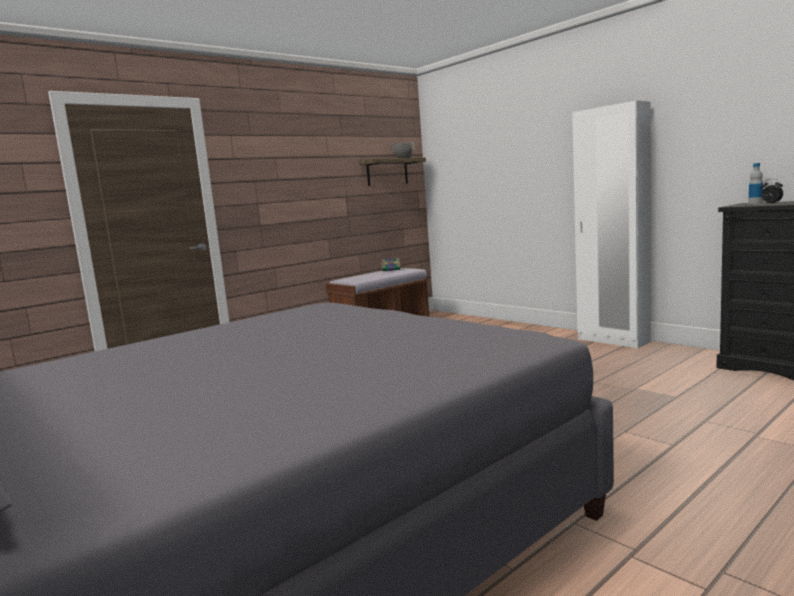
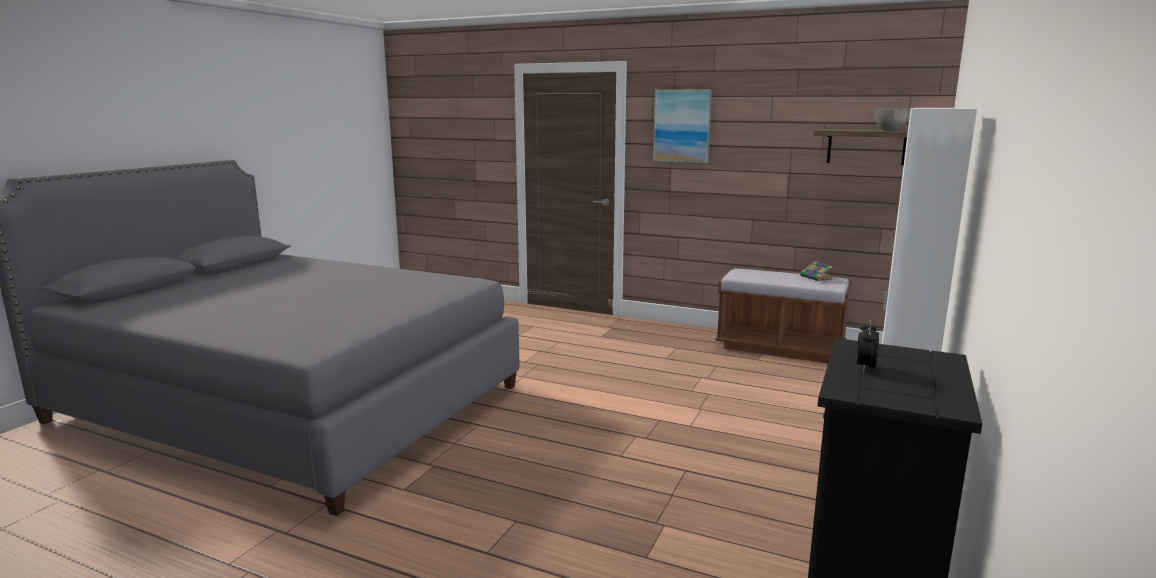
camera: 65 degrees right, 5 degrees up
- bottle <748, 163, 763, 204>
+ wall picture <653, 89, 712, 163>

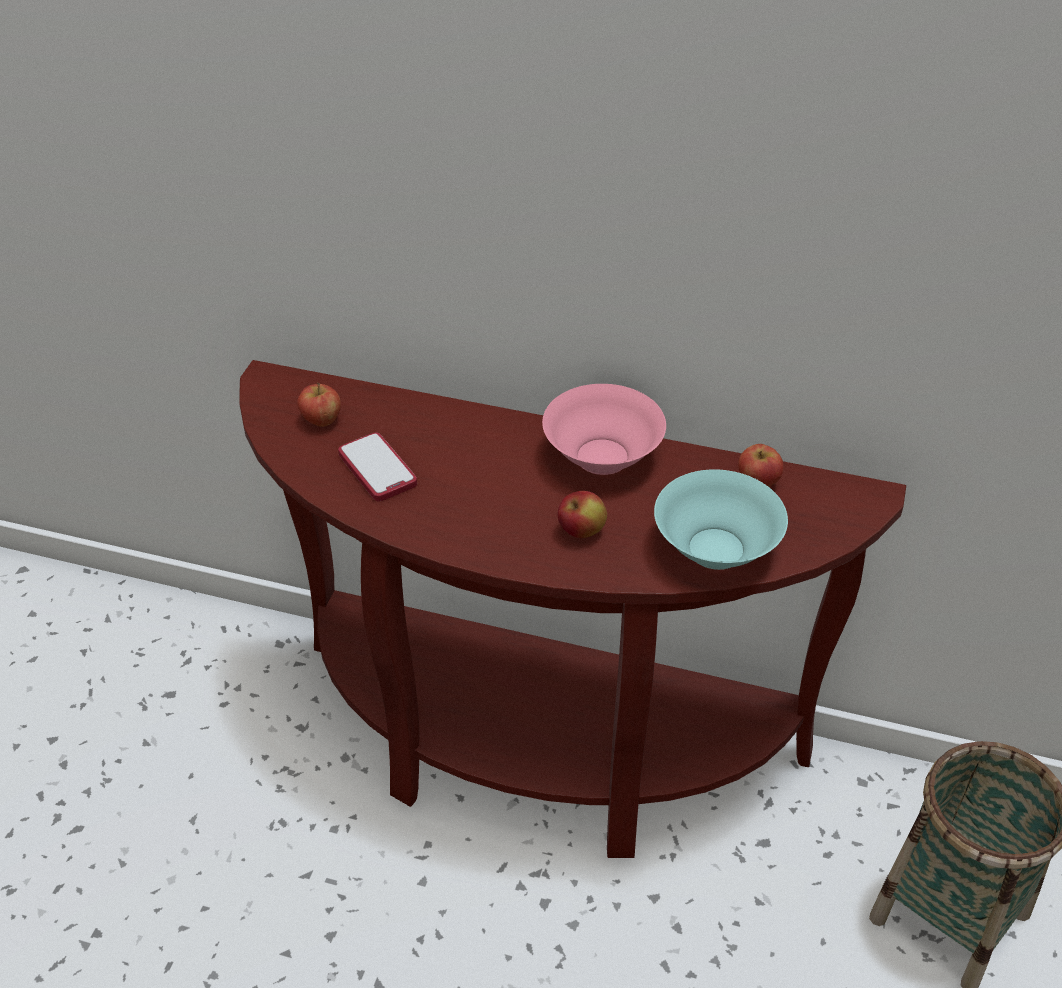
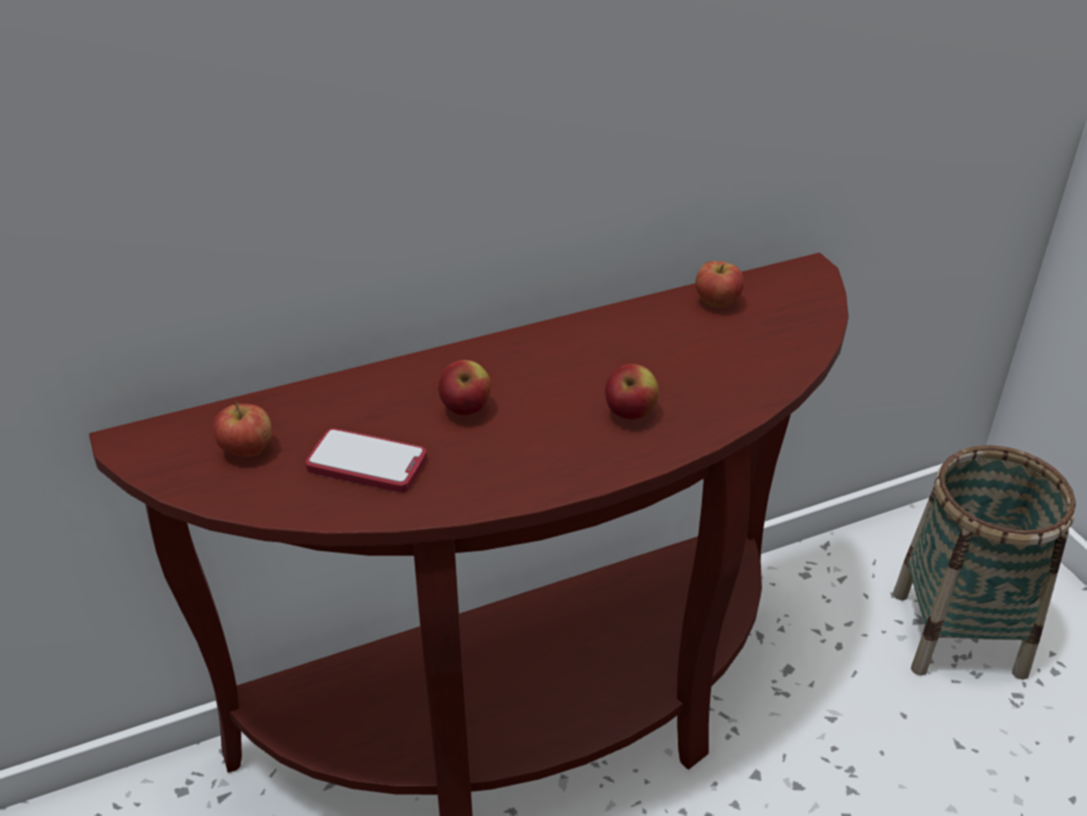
camera: 40 degrees left, 5 degrees down
- pinkish serving bowl <542, 384, 666, 475>
- turquoise-coloured serving bowl <654, 469, 788, 570>
+ apple <438, 360, 491, 415>

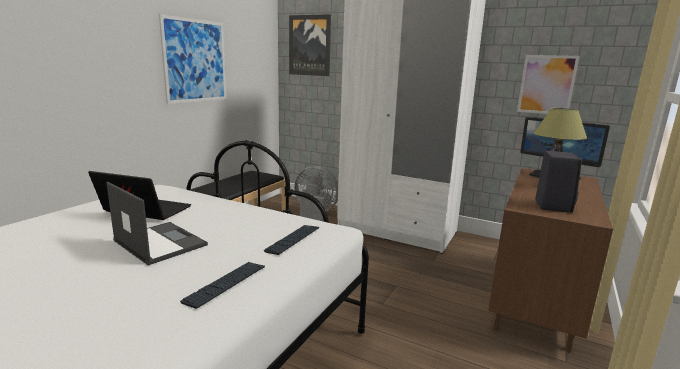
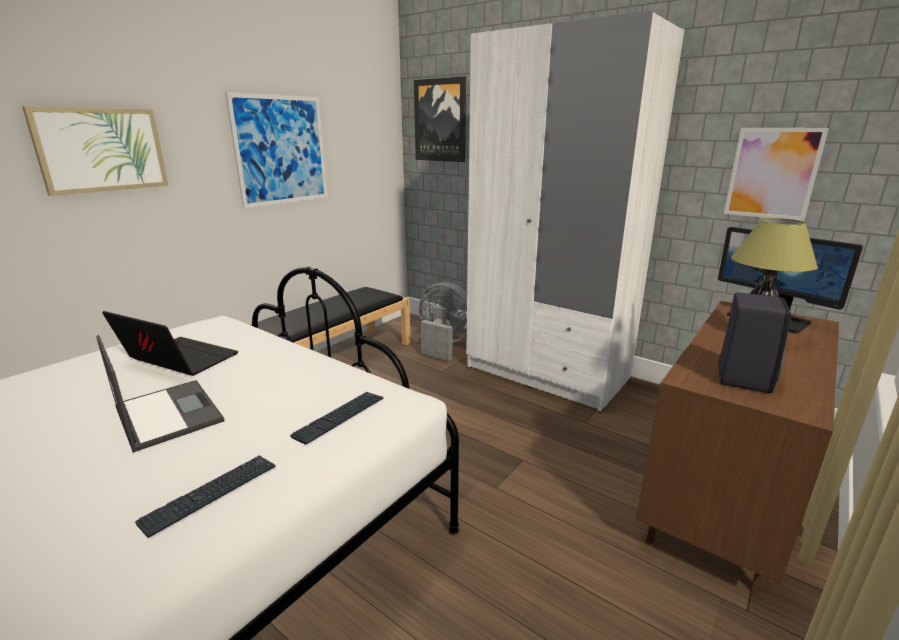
camera: 10 degrees right, 5 degrees up
+ wall picture <22, 106, 168, 196>

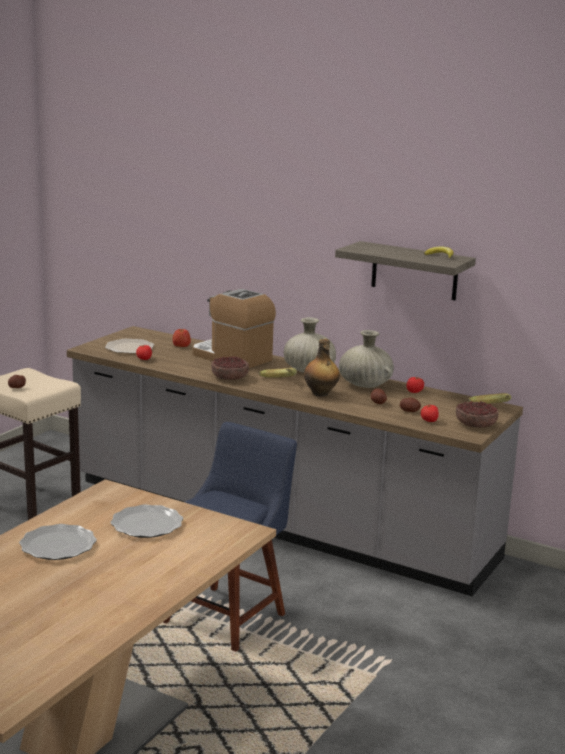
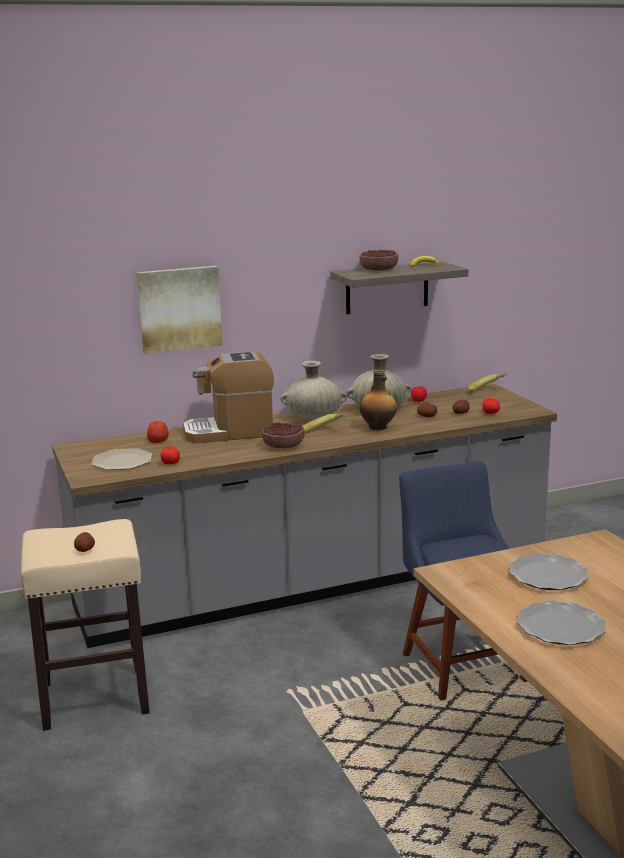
camera: 50 degrees left, 0 degrees up
~ serving bowl <456, 401, 499, 428> to <360, 249, 398, 270>
+ wall picture <137, 266, 222, 354>

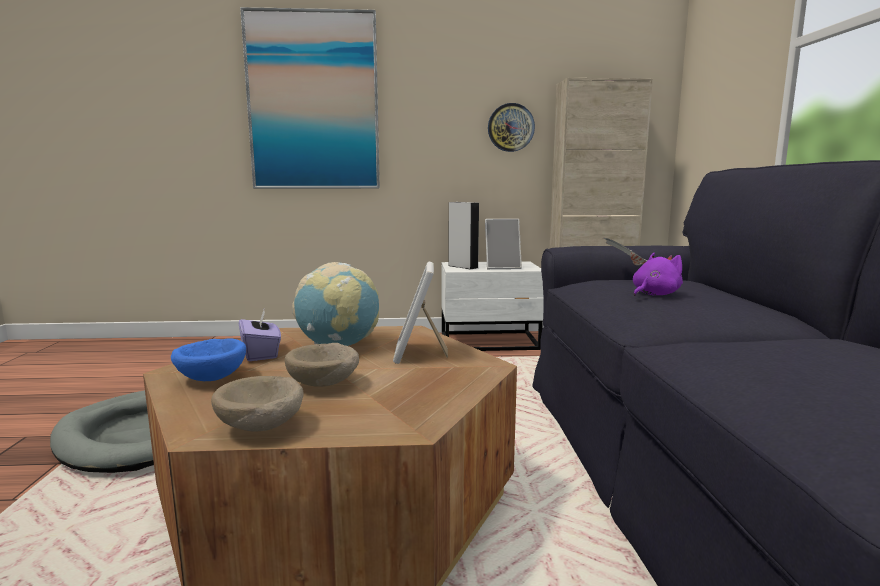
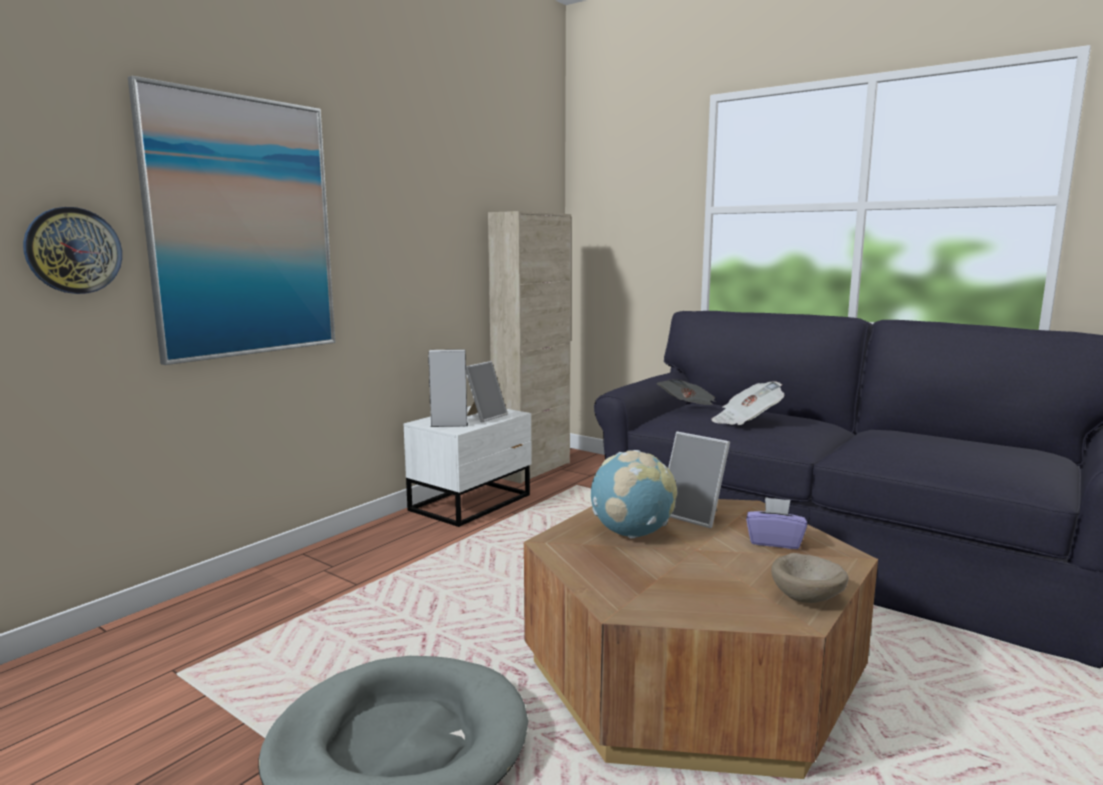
camera: 50 degrees left, 0 degrees up
~ clock on the wall <488, 103, 535, 152> to <23, 207, 122, 294>
~ purple soft toy <633, 253, 683, 296> to printed paper <711, 381, 784, 425>
~ purple tissue box <239, 310, 281, 361> to <746, 497, 807, 549>
- bluish serving bowl <171, 339, 246, 381>
- beige serving bowl <285, 343, 359, 387>

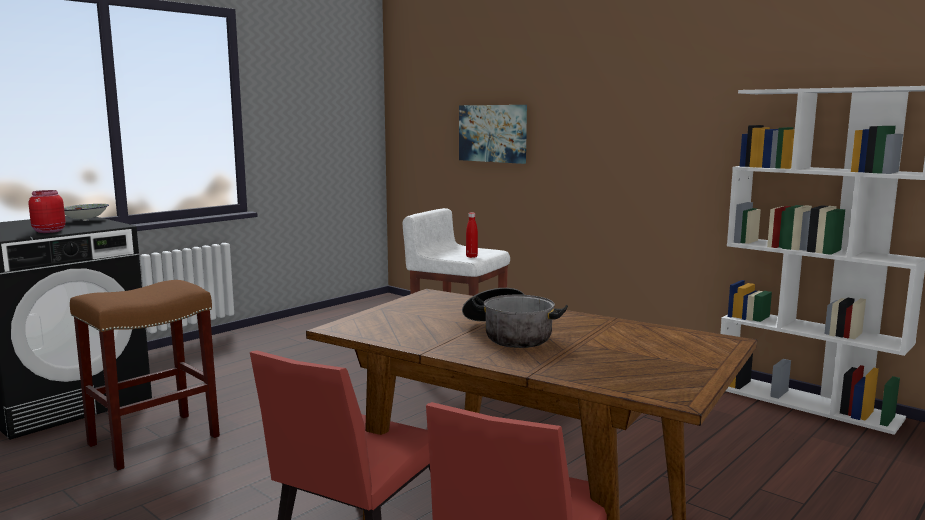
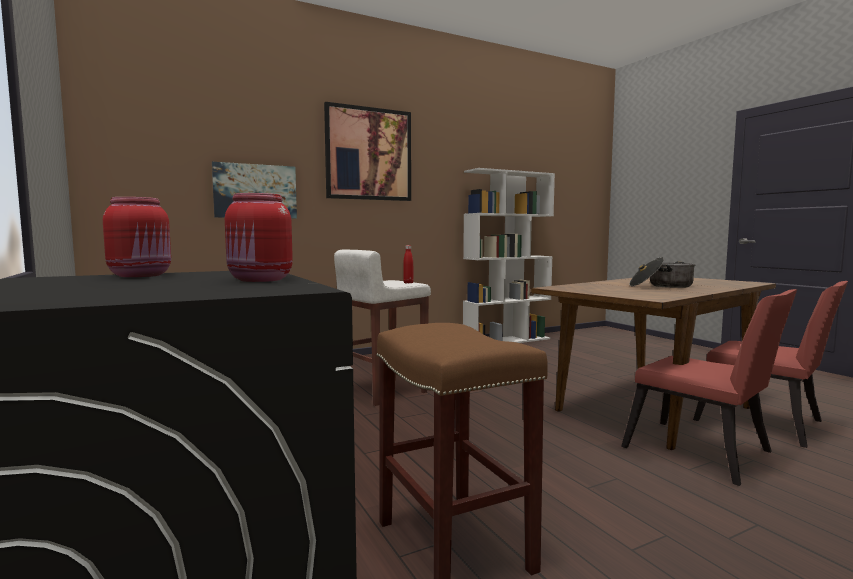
camera: 70 degrees left, 5 degrees down
~ serving bowl <64, 204, 109, 221> to red-coloured jar <103, 197, 171, 277>
+ wall picture <324, 102, 411, 201>

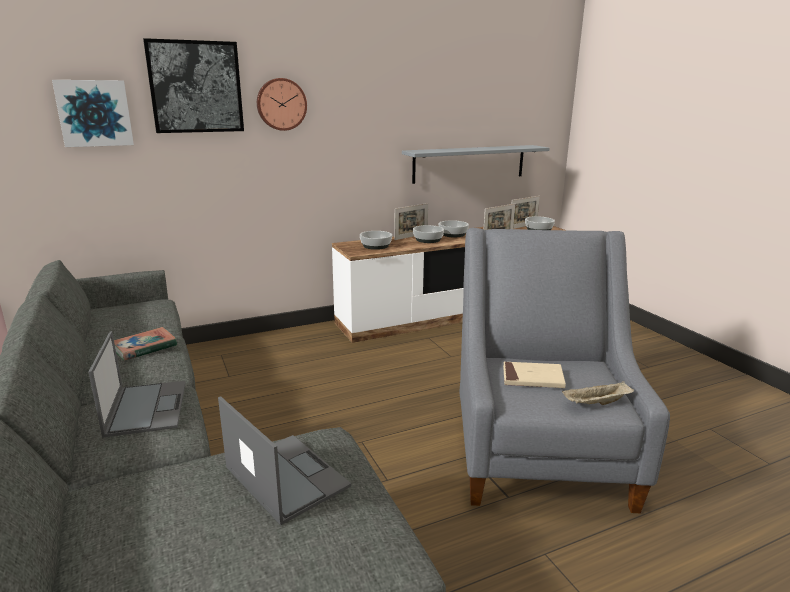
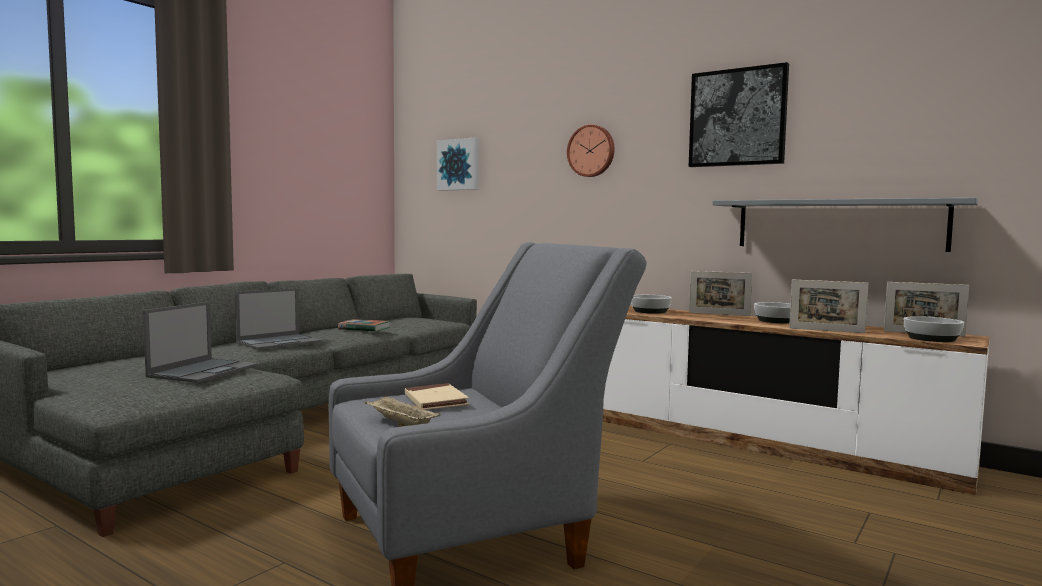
camera: 60 degrees right, 15 degrees down
~ wall picture <143, 38, 244, 133> to <689, 62, 789, 167>
- serving bowl <413, 225, 444, 243>

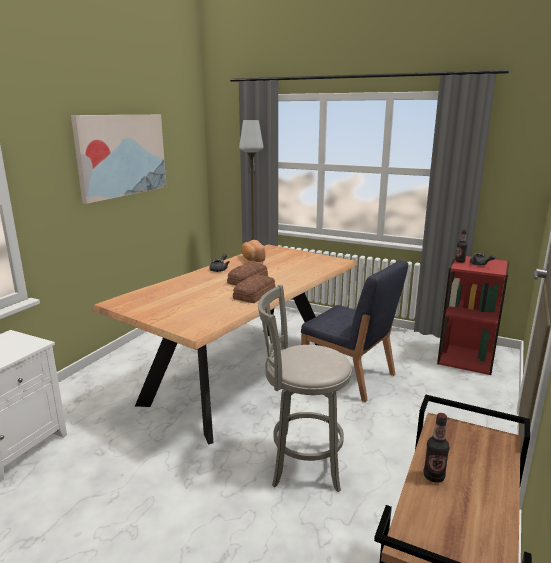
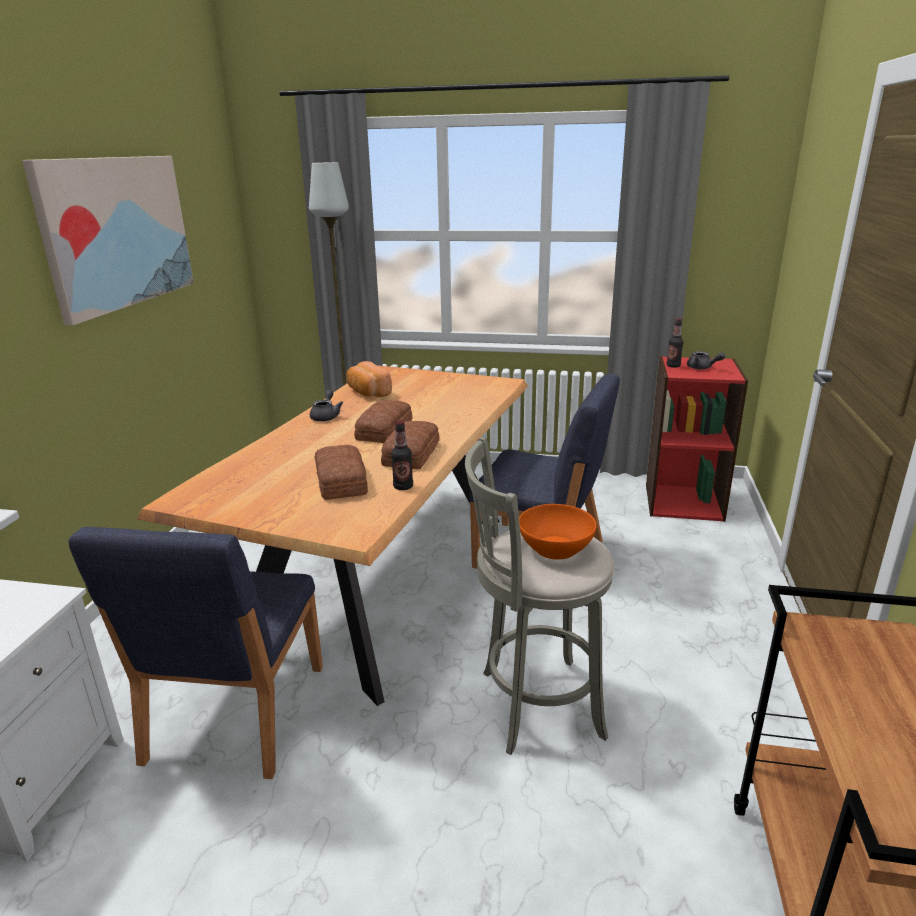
camera: 15 degrees left, 5 degrees up
~ bottle <424, 413, 450, 483> to <391, 421, 413, 490>
+ baked bread <315, 445, 368, 500>
+ orangey serving bowl <519, 504, 597, 560>
+ bluish upright chair <69, 527, 323, 779>

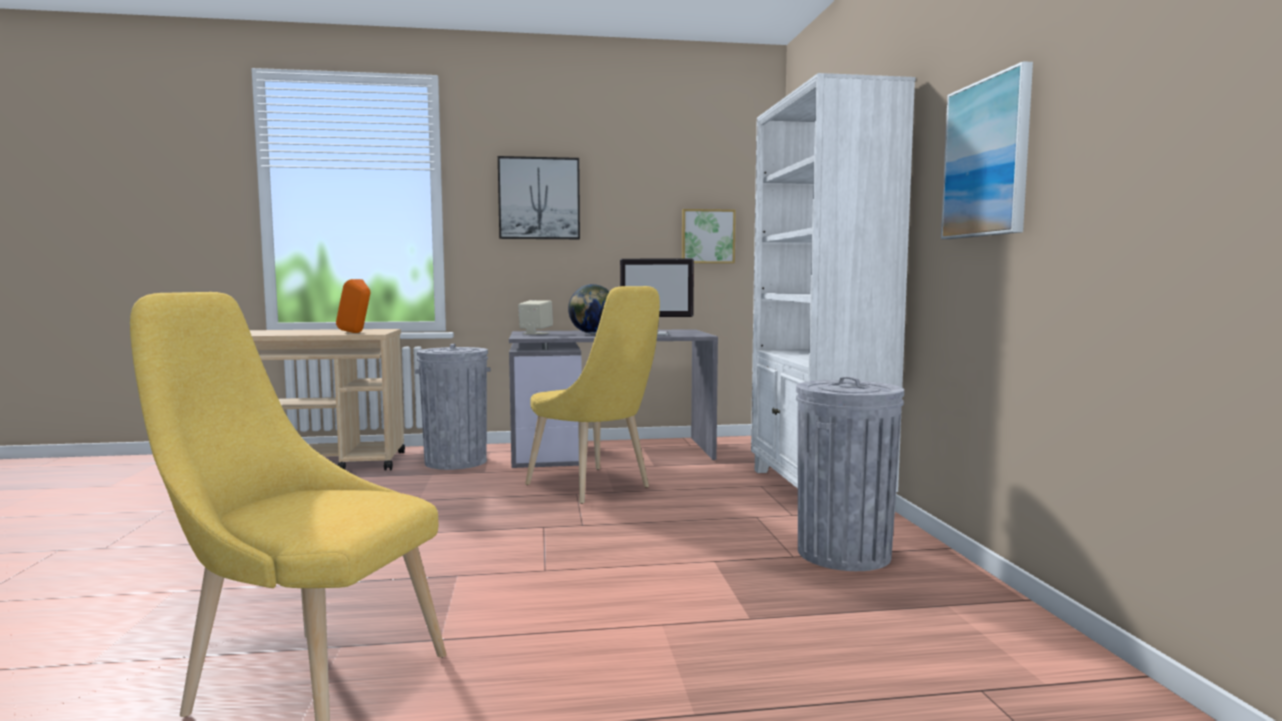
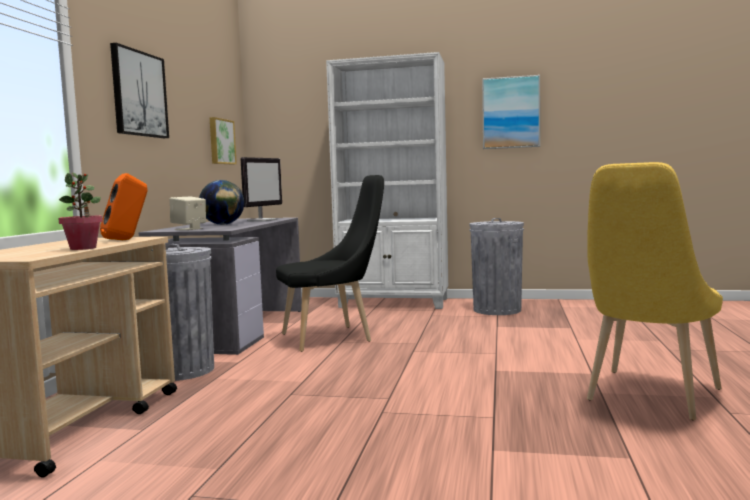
camera: 70 degrees left, 0 degrees up
~ yellow upright chair <525, 286, 660, 504> to blackish upright chair <276, 175, 384, 352>
+ potted plant <58, 173, 103, 250>

